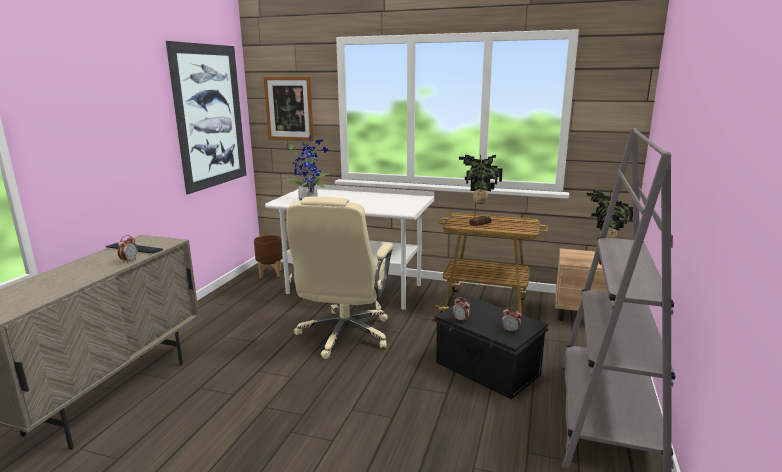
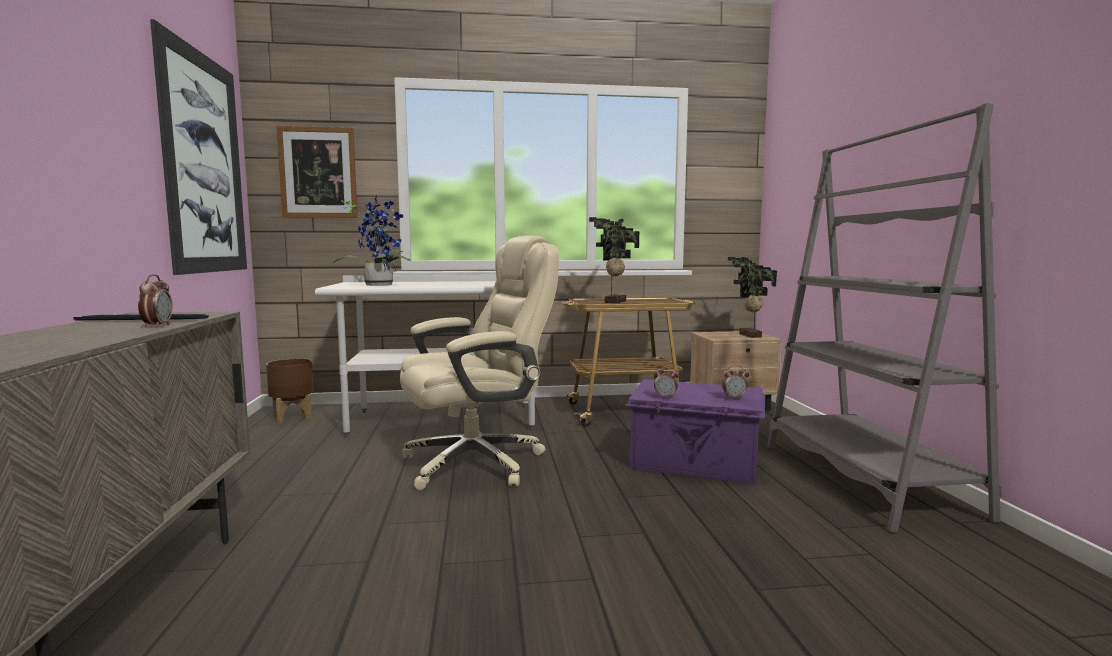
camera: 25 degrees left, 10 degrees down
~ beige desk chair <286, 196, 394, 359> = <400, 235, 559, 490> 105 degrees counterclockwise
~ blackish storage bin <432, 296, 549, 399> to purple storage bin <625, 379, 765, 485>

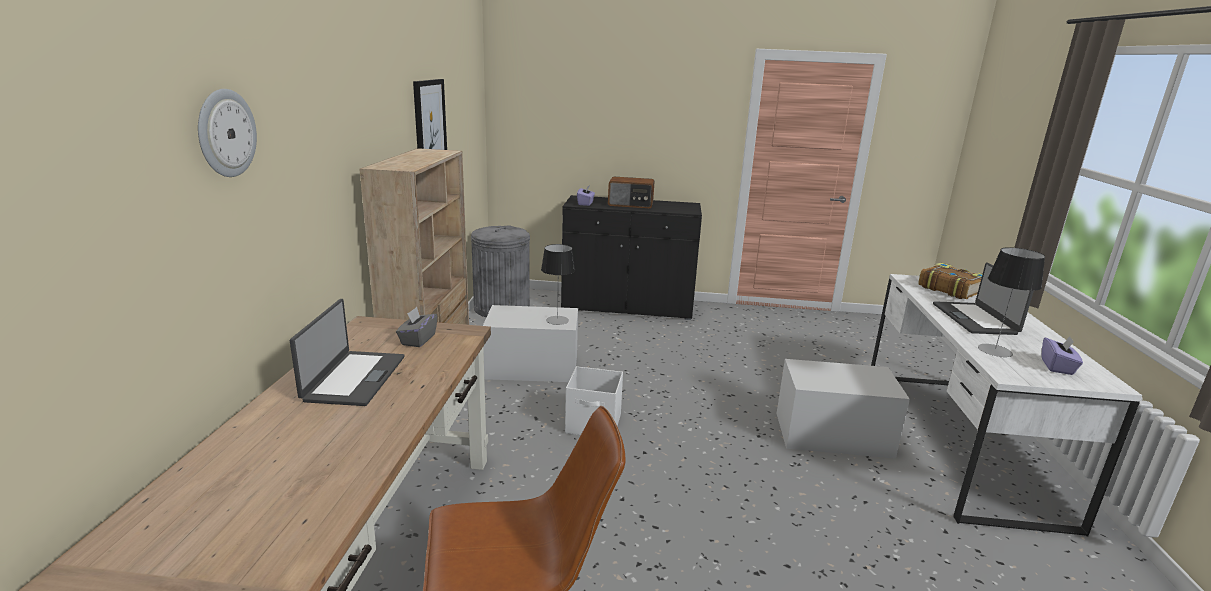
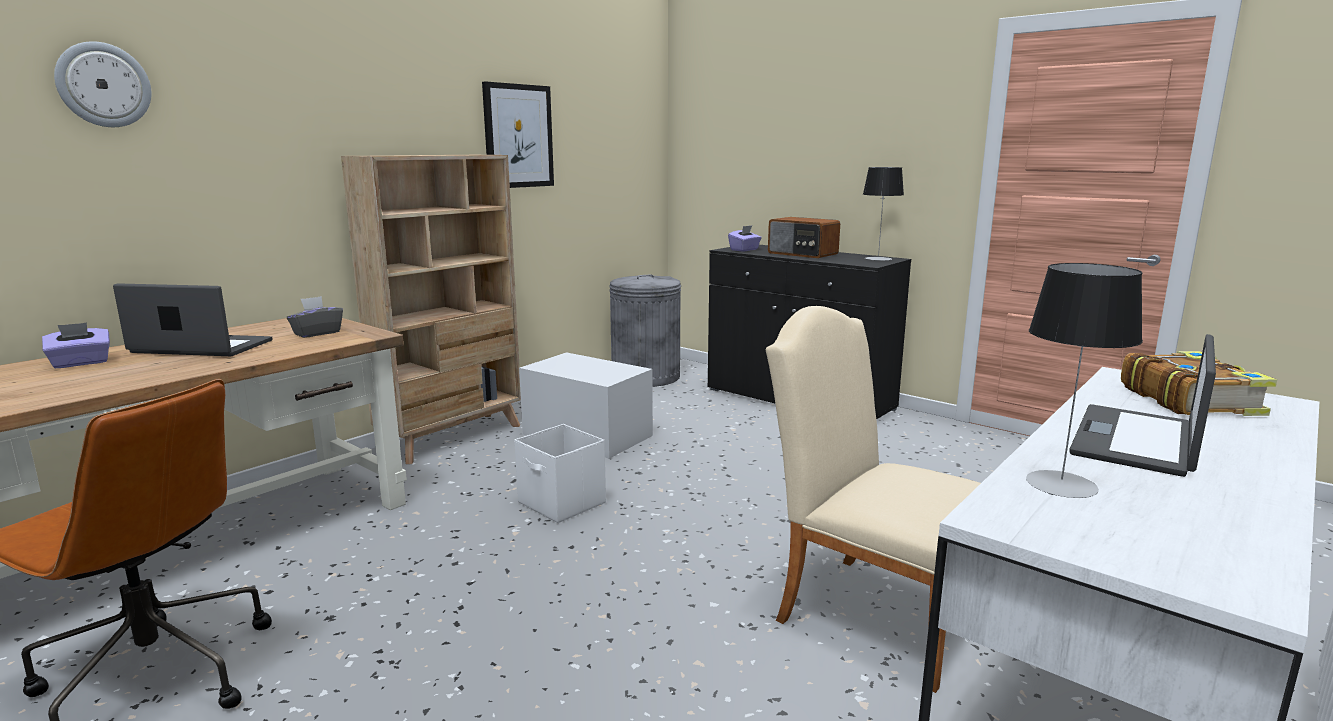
camera: 35 degrees right, 5 degrees down
~ tabletop lamp <541, 244, 575, 325> to <863, 167, 904, 261>
~ notebook computer <290, 299, 404, 406> = <113, 283, 272, 356> 120 degrees counterclockwise
~ purple tissue box <1042, 336, 1083, 375> to <42, 322, 110, 368>
~ white storage bin <777, 359, 910, 459> to beige upright chair <766, 306, 981, 693>

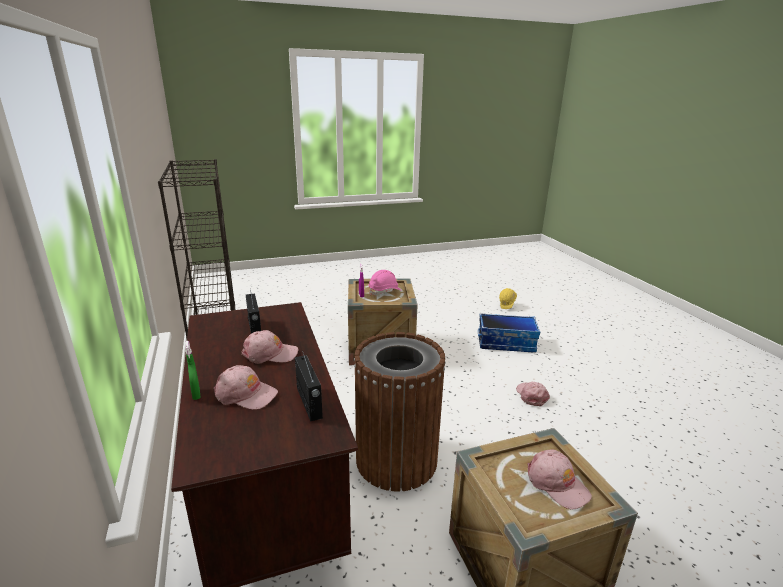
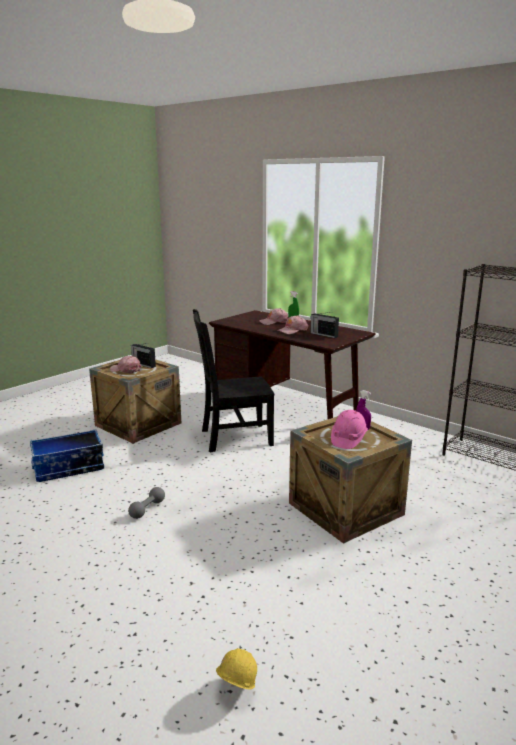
camera: 150 degrees right, 5 degrees down
~ storage bin <478, 313, 540, 352> to <30, 430, 104, 482>
~ brownish waste bin <354, 332, 446, 492> to blackish upright chair <193, 309, 275, 453>
~ radio <295, 350, 323, 422> to <131, 343, 156, 368>
~ pinkish baseball cap <516, 382, 550, 406> to grey free weight <128, 487, 165, 519>

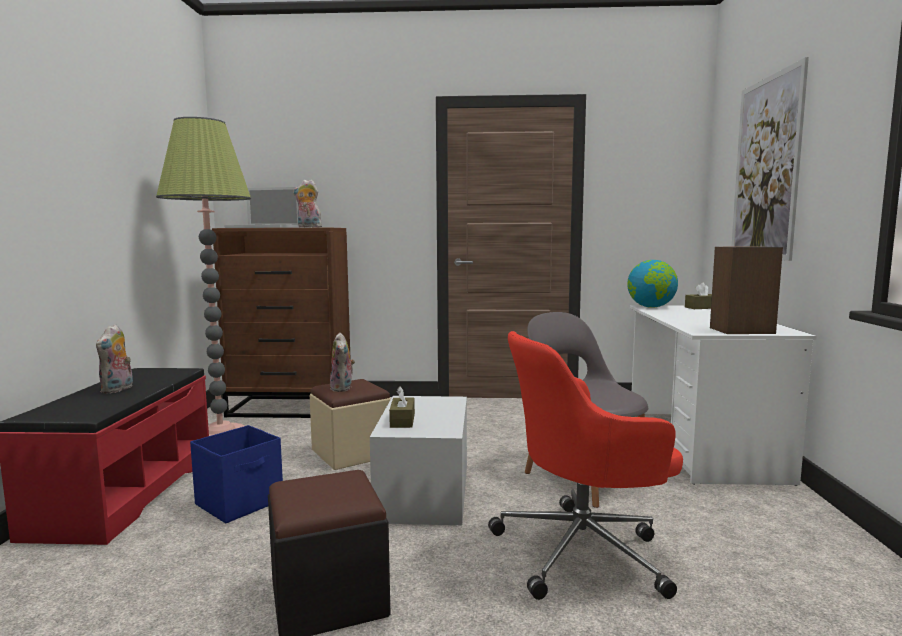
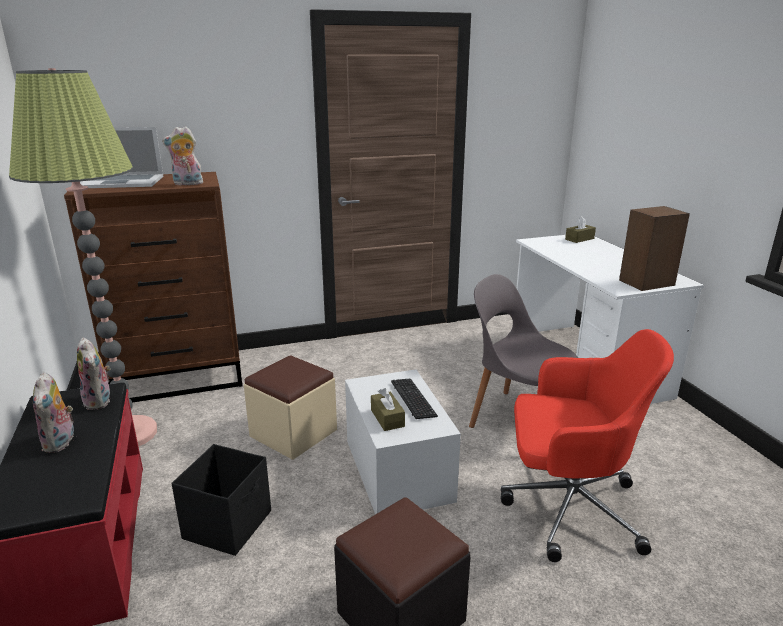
camera: 20 degrees left, 15 degrees up
- wall picture <731, 57, 809, 261>
- world globe <627, 260, 678, 308>
~ red-coloured desk chair <488, 331, 683, 600> = <501, 329, 674, 562> 135 degrees counterclockwise
~ soft toy <330, 332, 355, 392> to <77, 337, 111, 410>
~ bluish storage bin <190, 425, 283, 523> to blackish storage bin <172, 444, 271, 556>
+ keyboard <391, 379, 438, 419>

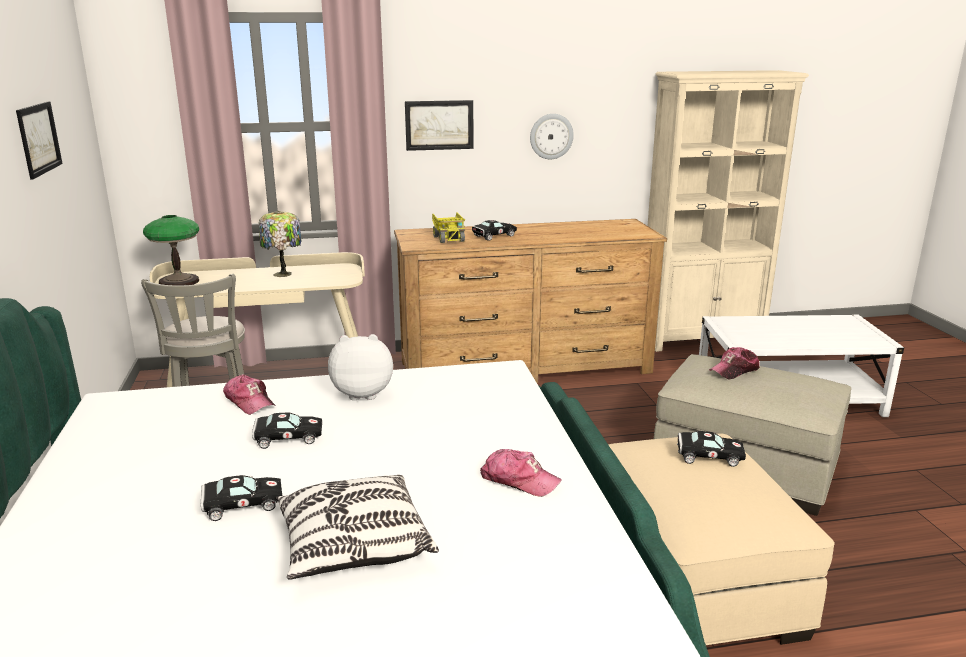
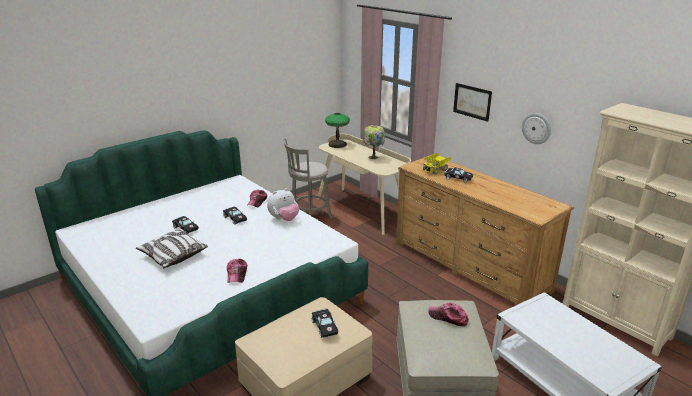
camera: 60 degrees right, 5 degrees up
- wall picture <16, 101, 63, 180>
~ soft toy <328, 334, 393, 400> = <267, 188, 299, 221> 90 degrees clockwise

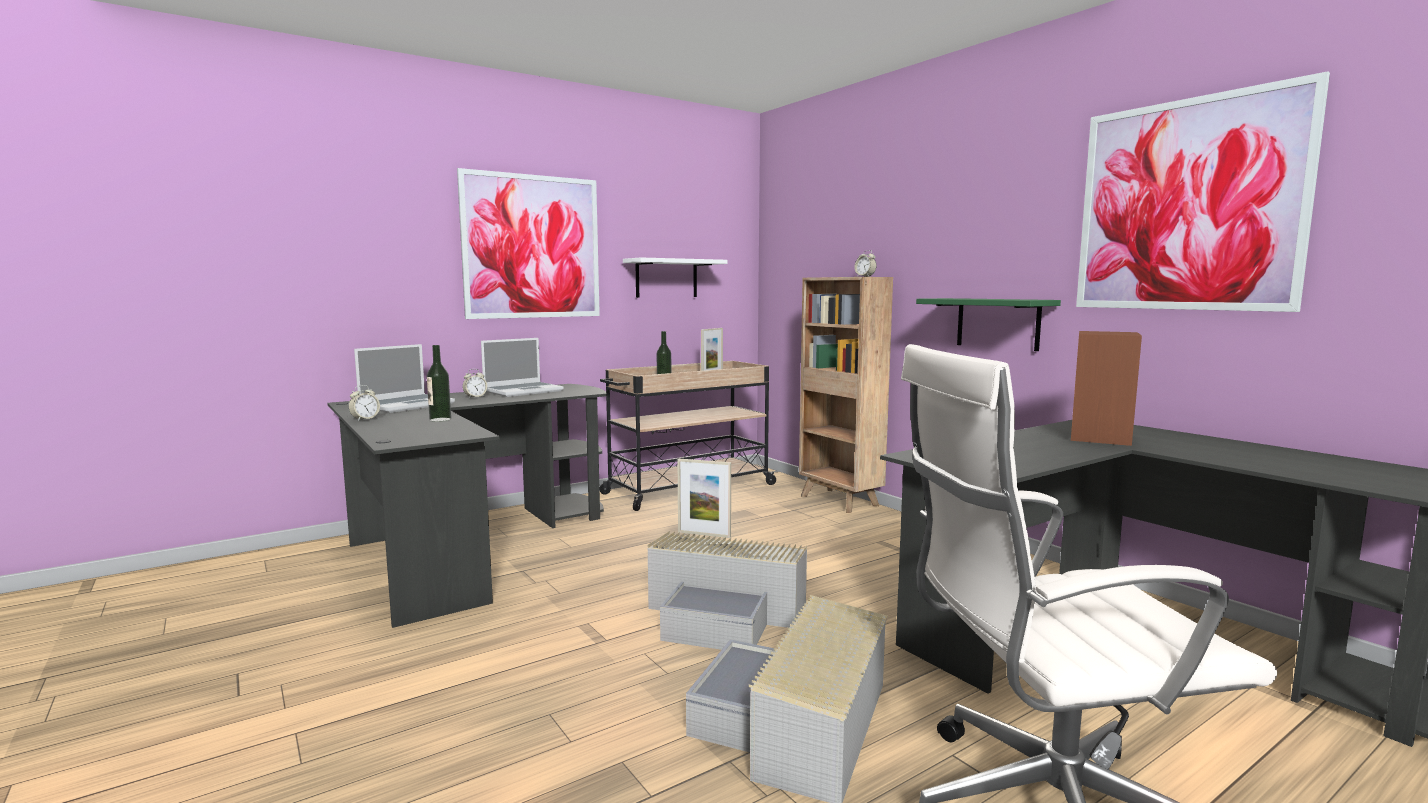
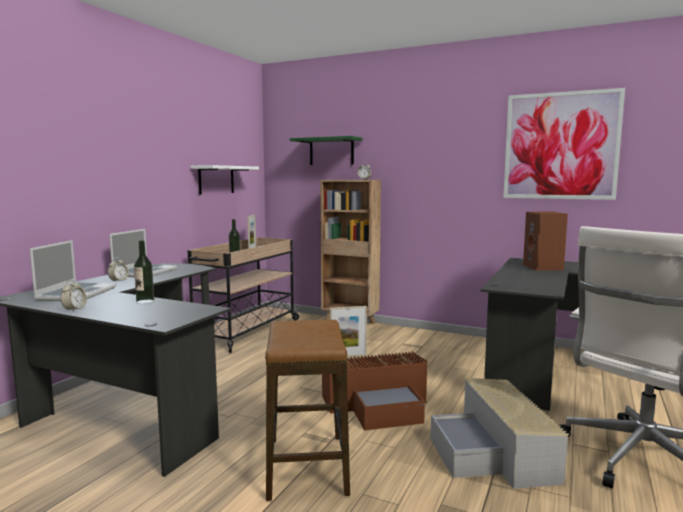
camera: 30 degrees left, 0 degrees up
- wall picture <457, 168, 600, 319>
~ green-coloured wall shelf <916, 298, 1061, 351> to <290, 136, 363, 165>
~ grey storage bin <647, 531, 807, 650> to brownish storage bin <322, 351, 428, 431>
+ sitting stool <265, 320, 350, 501>

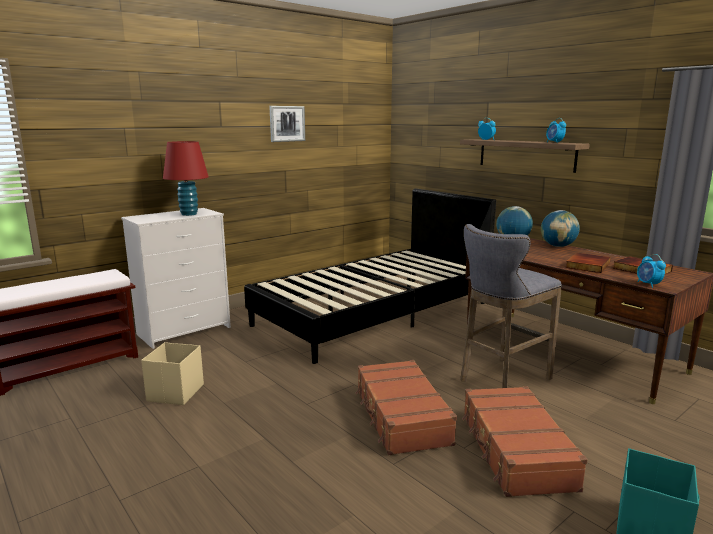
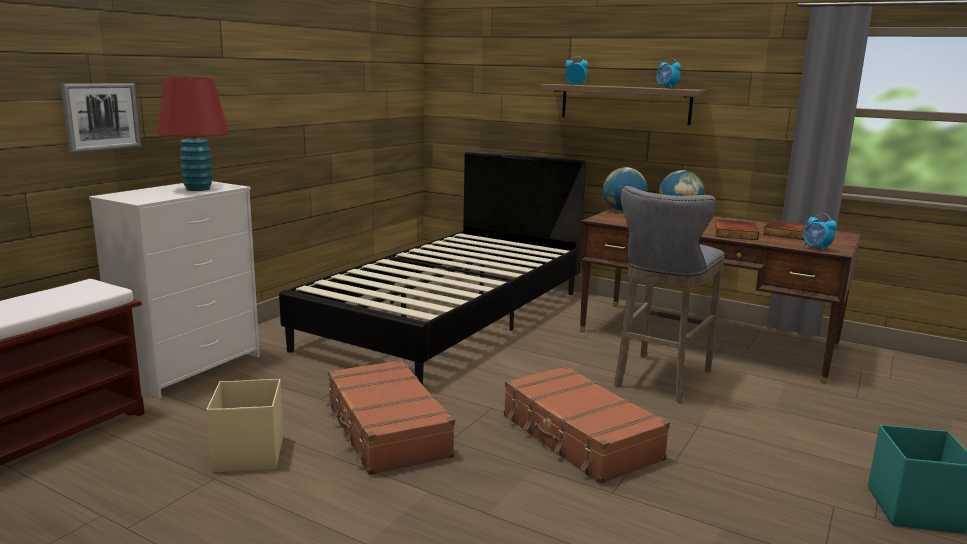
camera: 20 degrees left, 0 degrees up
~ wall picture <269, 106, 305, 142> to <60, 83, 141, 153>
~ brownish travel case <462, 386, 588, 497> to <326, 359, 455, 475>

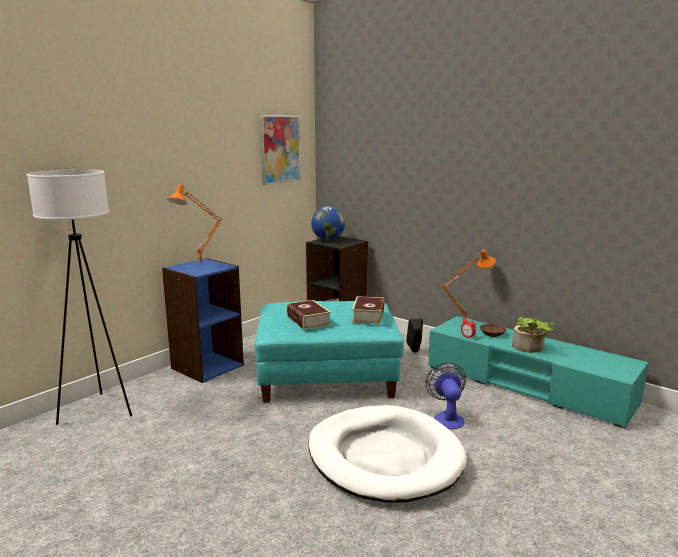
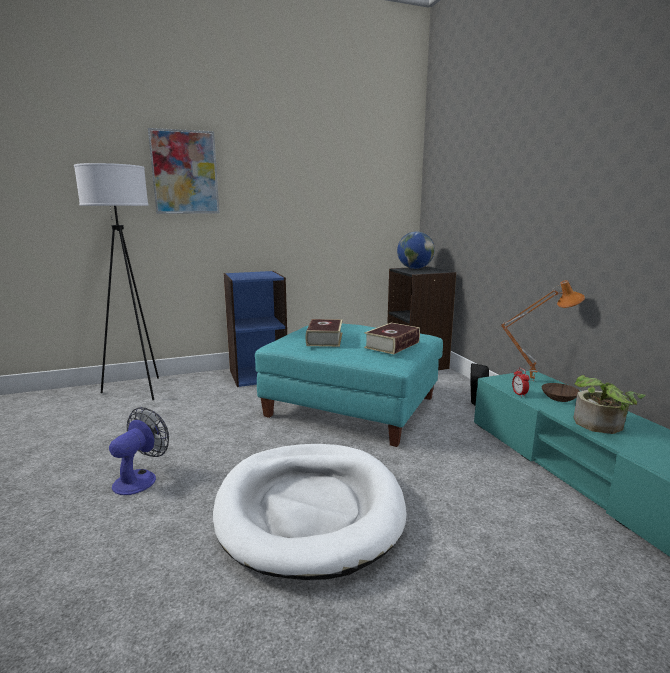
camera: 30 degrees right, 0 degrees up
~ wall picture <260, 115, 301, 185> to <148, 128, 219, 214>
- orangey tabletop lamp <167, 184, 222, 263>
~ electric fan <426, 362, 466, 429> to <109, 407, 169, 495>

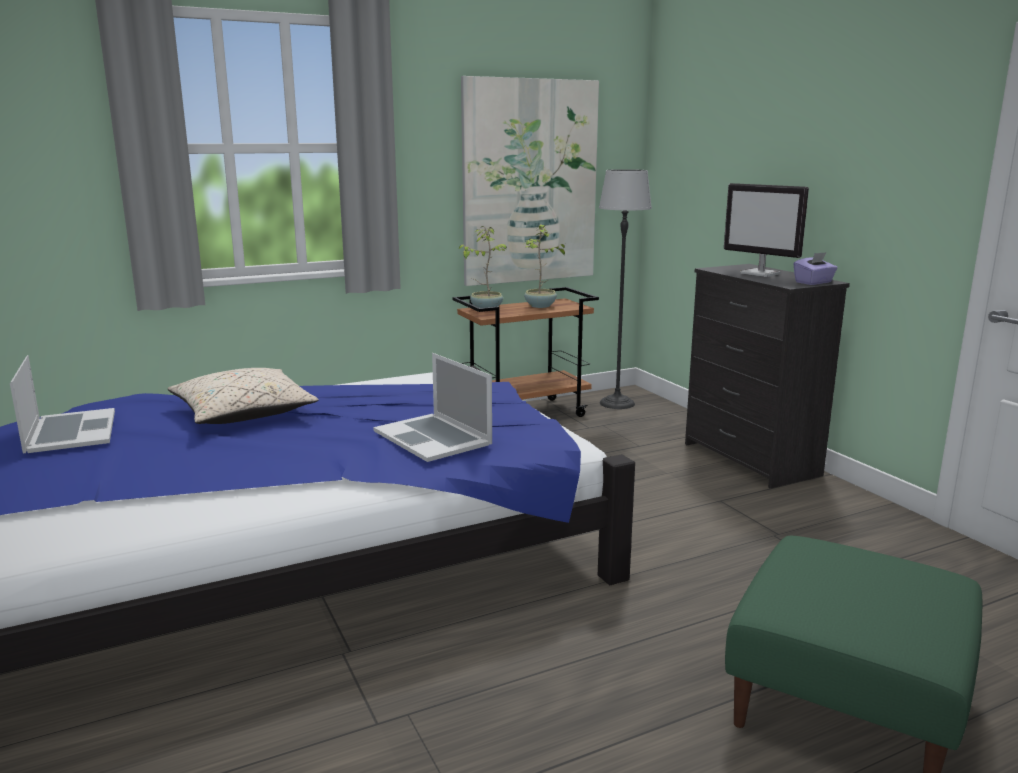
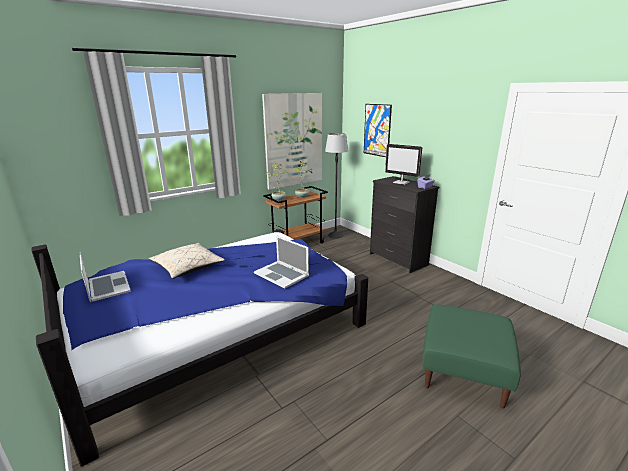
camera: 10 degrees left, 5 degrees up
+ wall picture <364, 104, 392, 157>

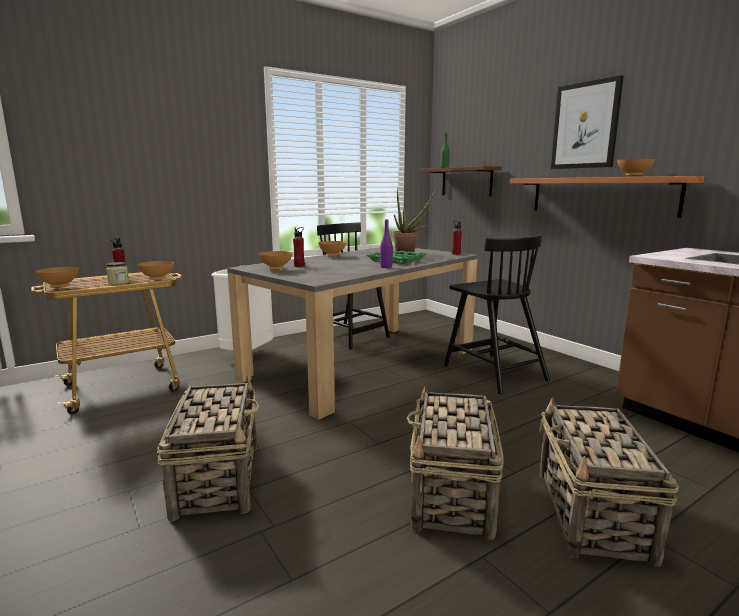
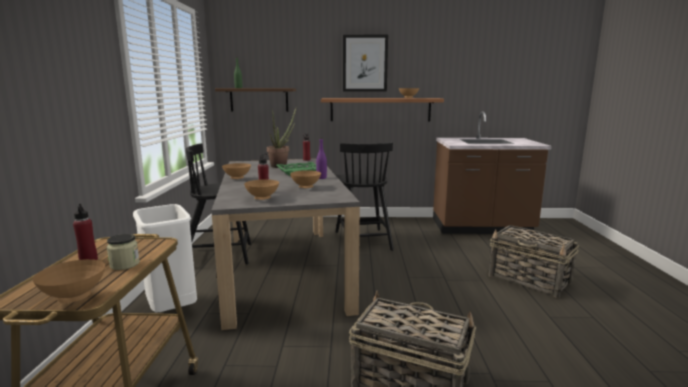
camera: 55 degrees left, 0 degrees up
~ blackish upright chair <444, 234, 550, 394> = <336, 142, 394, 251> 75 degrees clockwise
~ brownish serving bowl <137, 261, 174, 280> to <290, 170, 321, 188>
- storage basket <407, 384, 503, 540>

